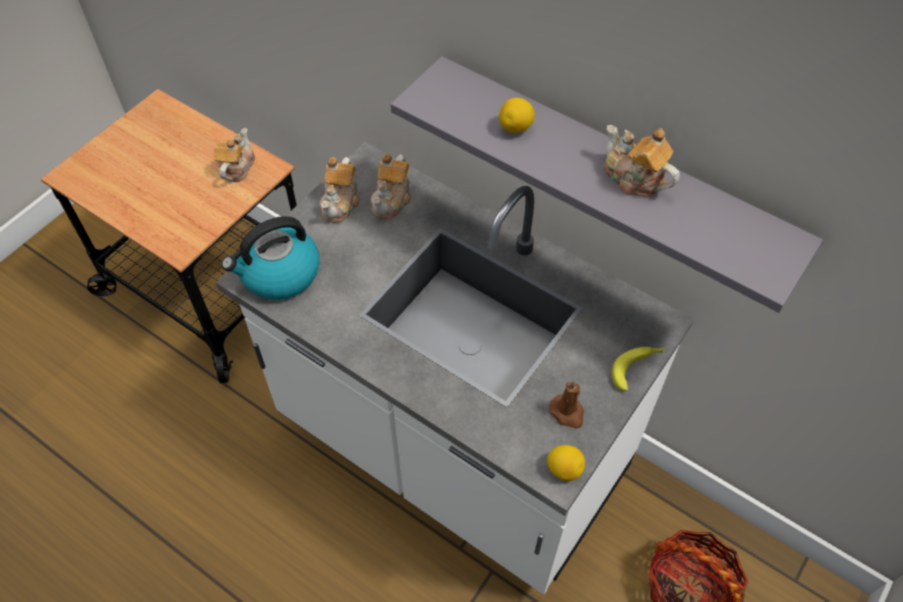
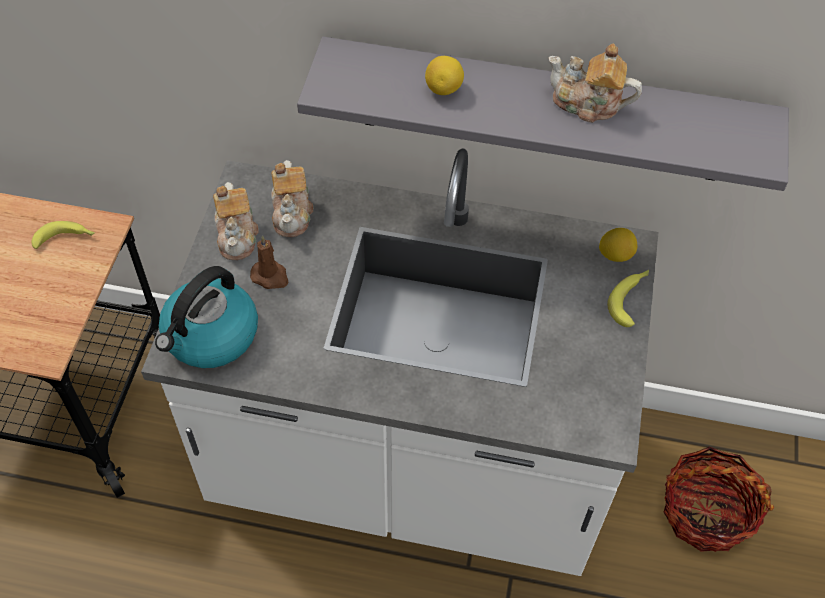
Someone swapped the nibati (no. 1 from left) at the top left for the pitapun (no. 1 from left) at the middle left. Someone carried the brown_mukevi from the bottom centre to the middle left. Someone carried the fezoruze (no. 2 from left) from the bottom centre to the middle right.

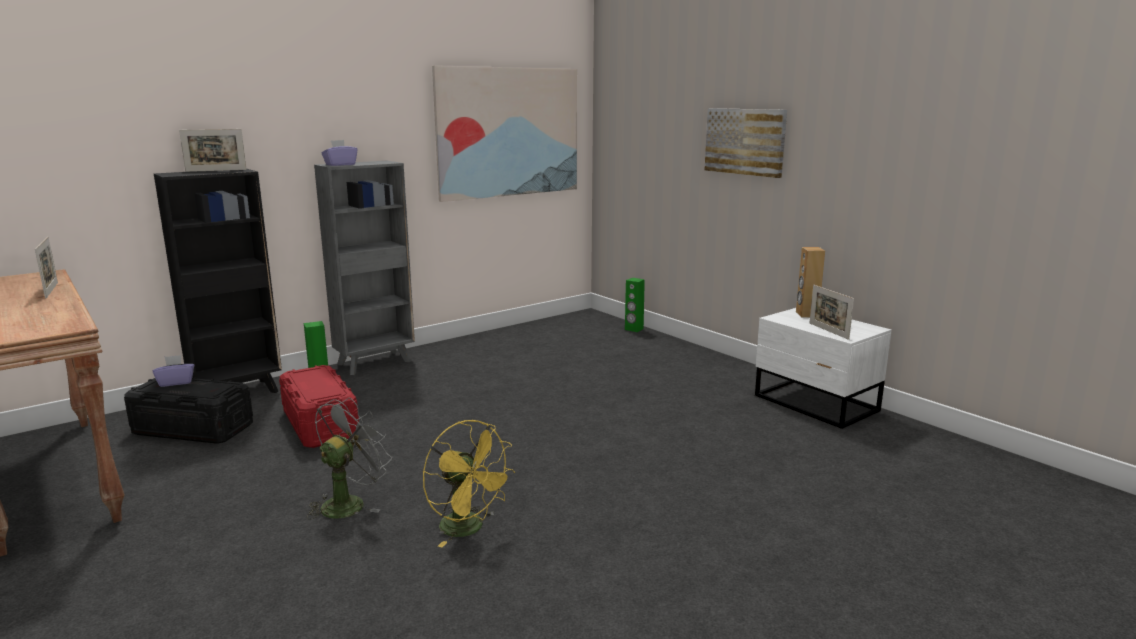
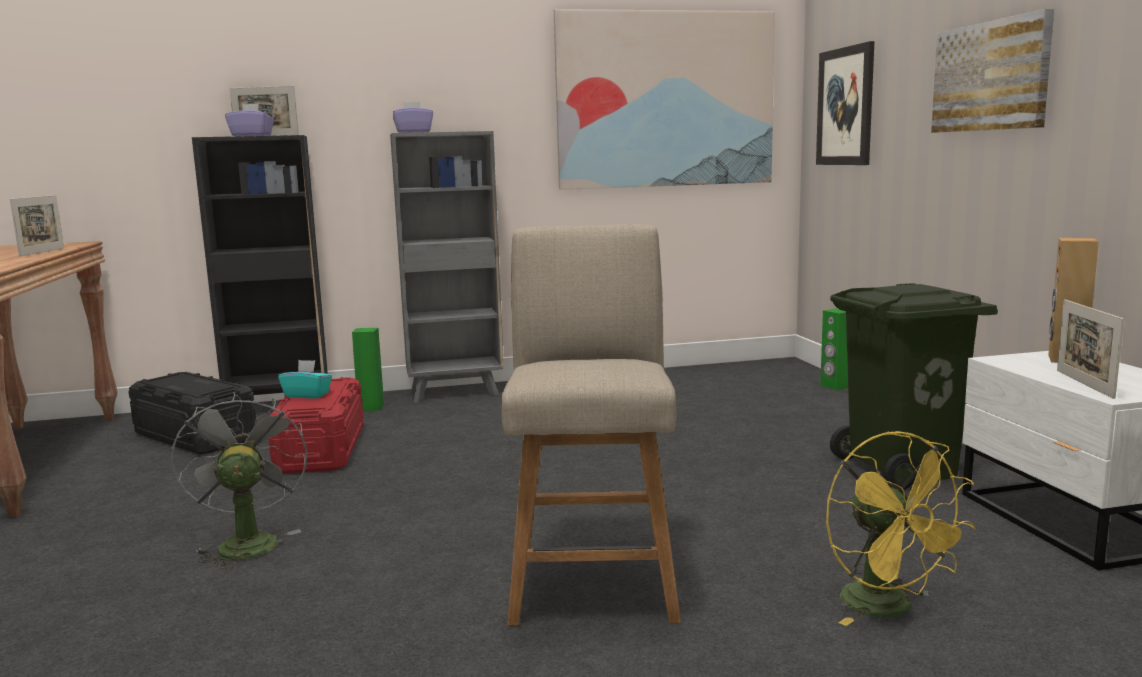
Someone rotated the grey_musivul at the bottom left by 75 degrees counterclockwise. Someone carried the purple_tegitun (no. 1 from left) from the middle left to the top left. Someone put down the turquoise_tegitun at the middle left. Someone put down the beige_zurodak at the centre. Someone put up the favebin (no. 2 from left) at the top right. Someone carried the yellow_musivul from the bottom centre to the bottom right. Someone put down the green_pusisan at the middle right.

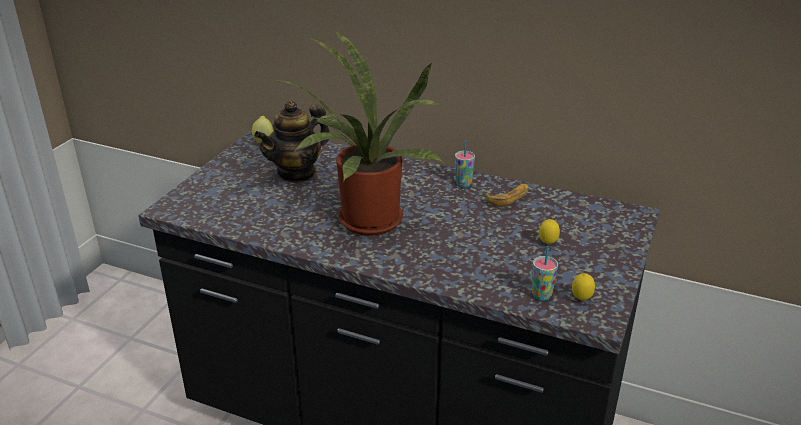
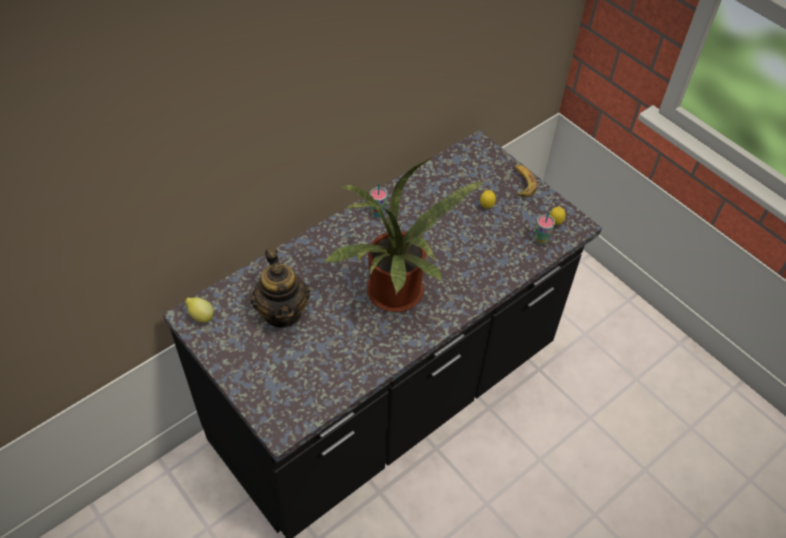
Someone carried the pitapun from the centre to the middle right.

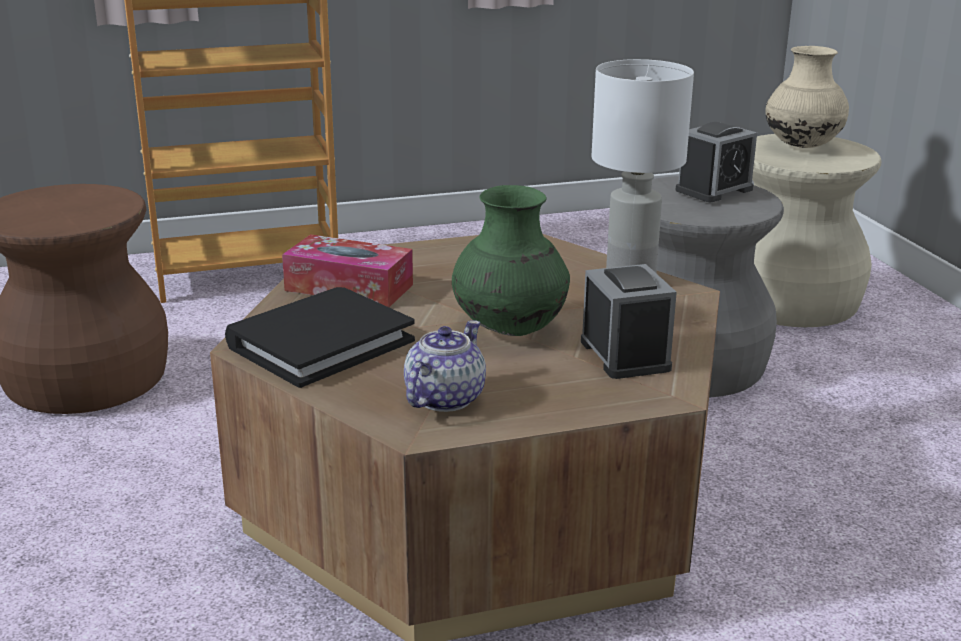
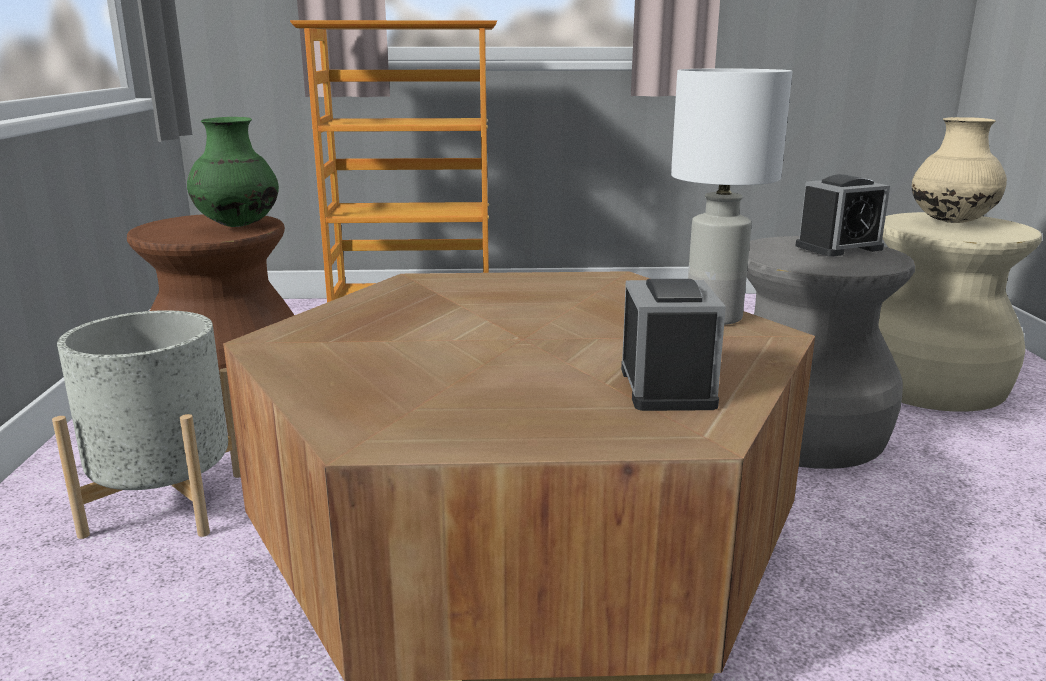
Someone put down the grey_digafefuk at the middle left. Someone carried the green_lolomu from the centre to the top left. Someone took away the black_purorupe at the middle left. Someone took away the tegitun at the centre. Someone took away the nibati at the centre.

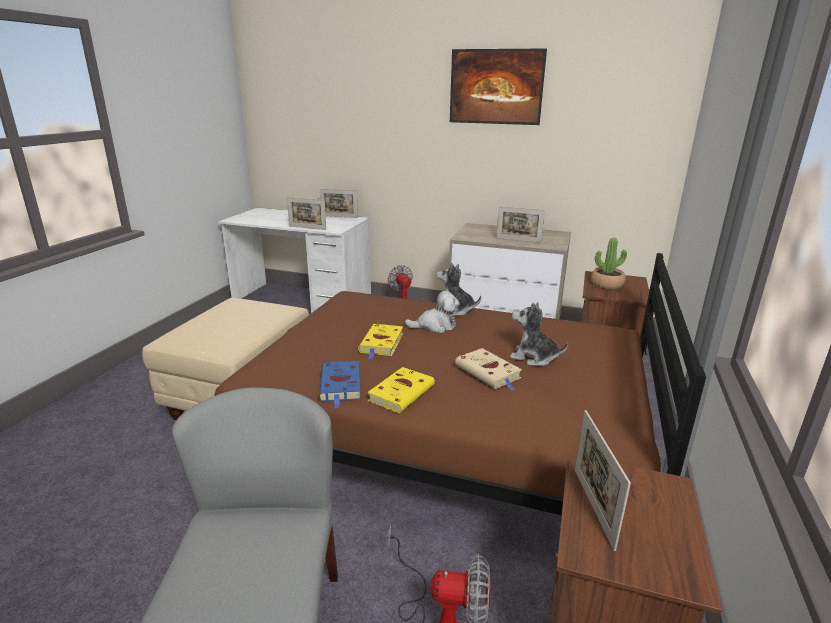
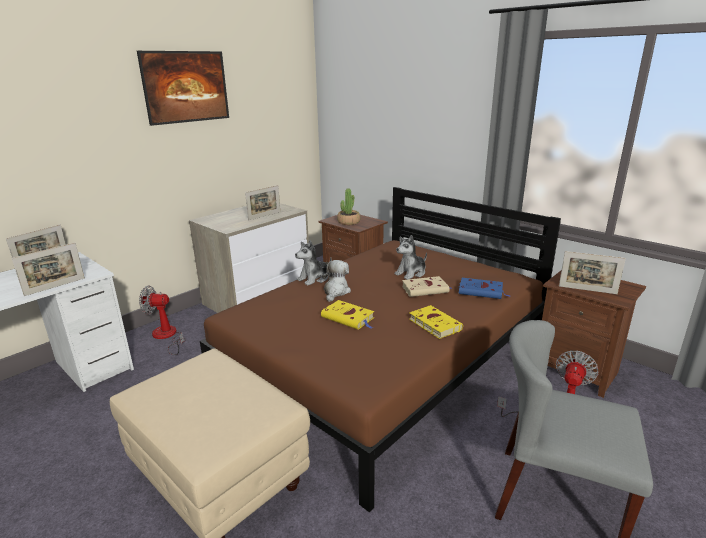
Someone carried the blue_purorupe from the centre to the middle right.

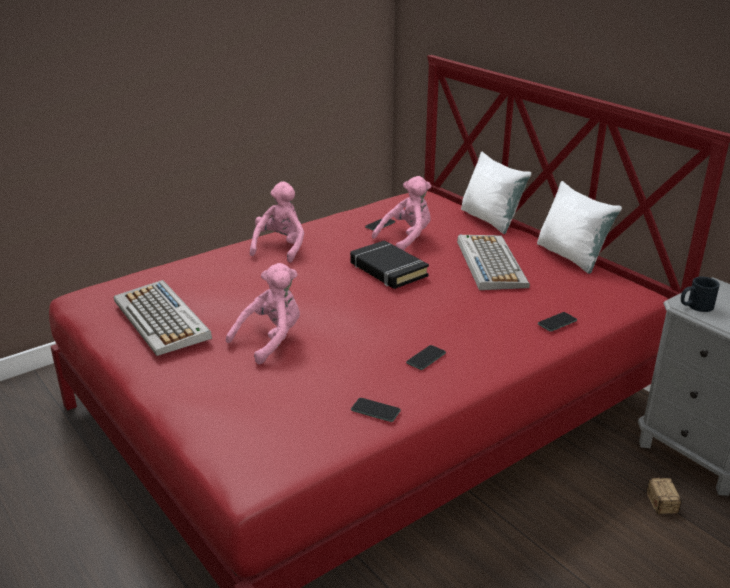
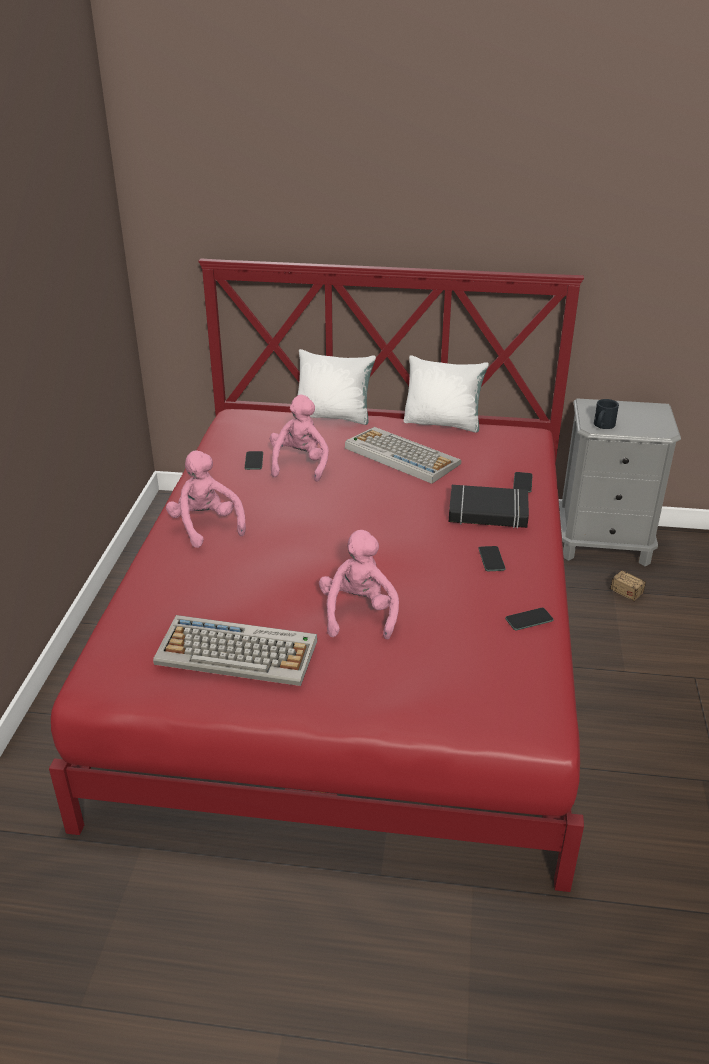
Someone carried the black_purorupe from the centre to the middle right.

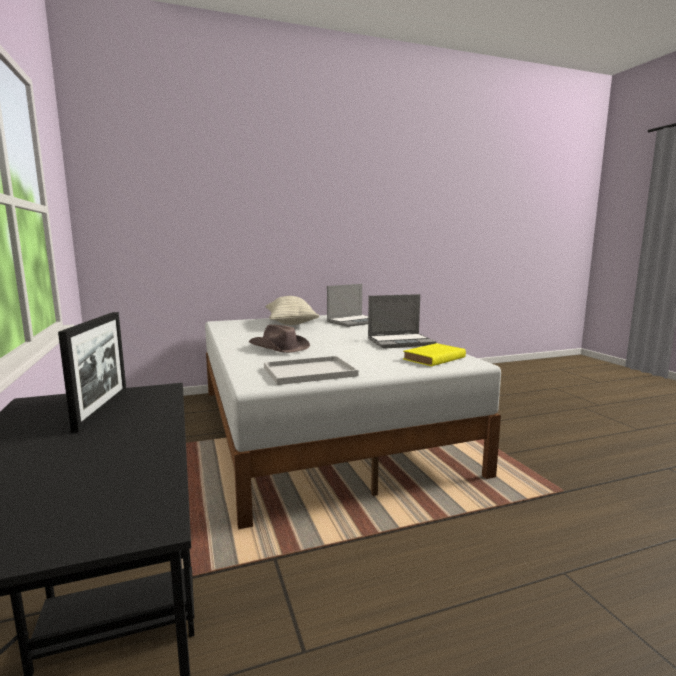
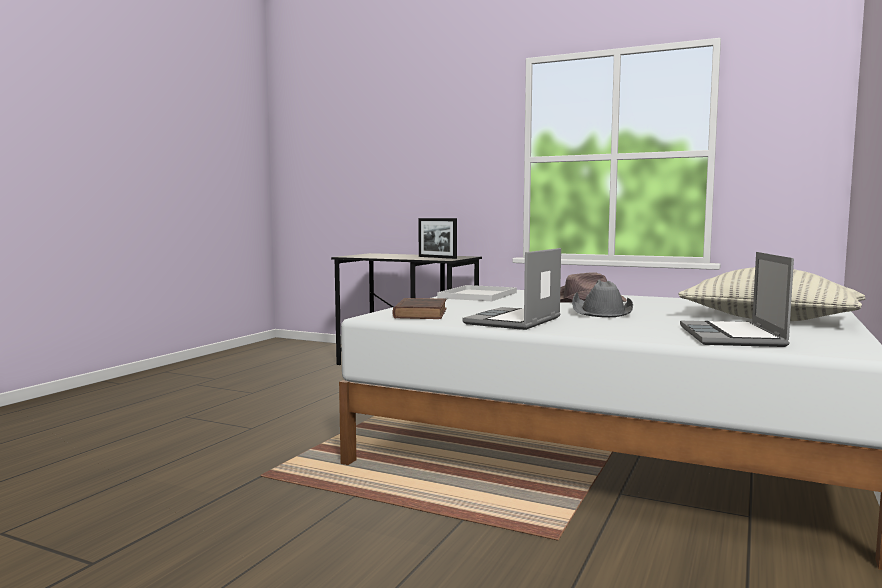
Someone repainted the yellow_purorupe at the centre, which became the brown_purorupe at the centre. Someone put down the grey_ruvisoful at the middle right.

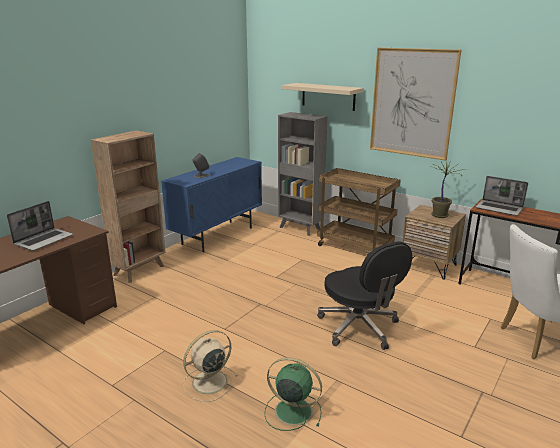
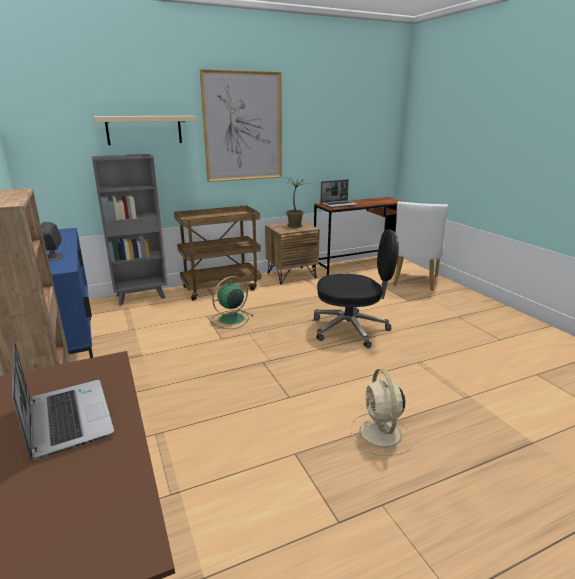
Someone carried the green_musivul from the bottom centre to the centre.

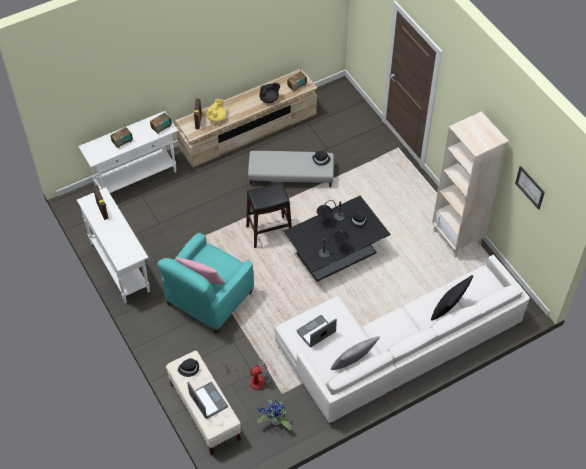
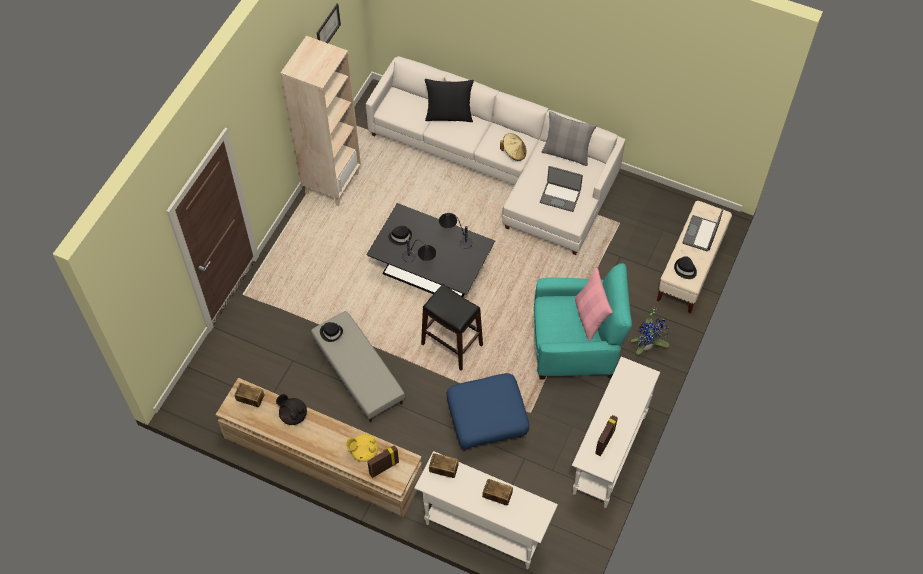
Someone put down the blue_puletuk at the bottom centre. Someone put down the beige_ruvisoful at the top centre. Someone carried the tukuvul from the bottom centre to the middle right. Someone took away the musivul at the bottom centre.

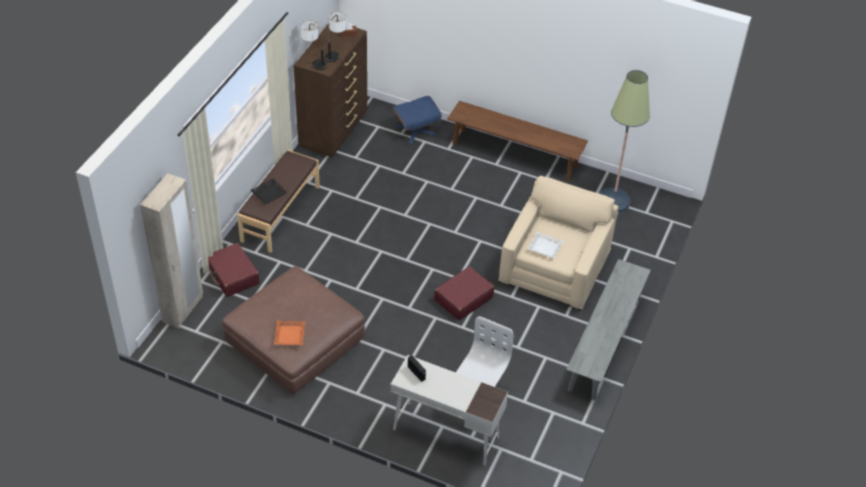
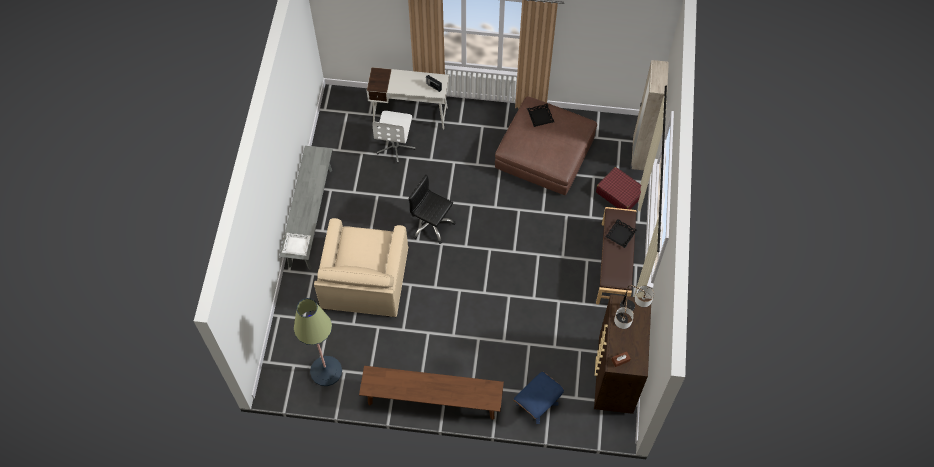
Someone carried the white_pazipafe from the centre to the middle left. Someone swapped the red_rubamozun (no. 2 from left) at the centre for the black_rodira at the centre. Someone repainted the orange_pazipafe at the bottom centre, which became the black_pazipafe (no. 1 from left) at the top centre.

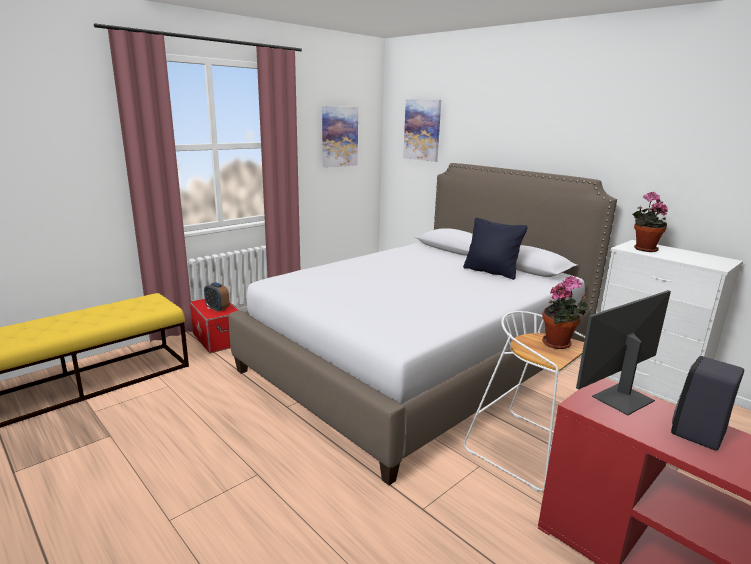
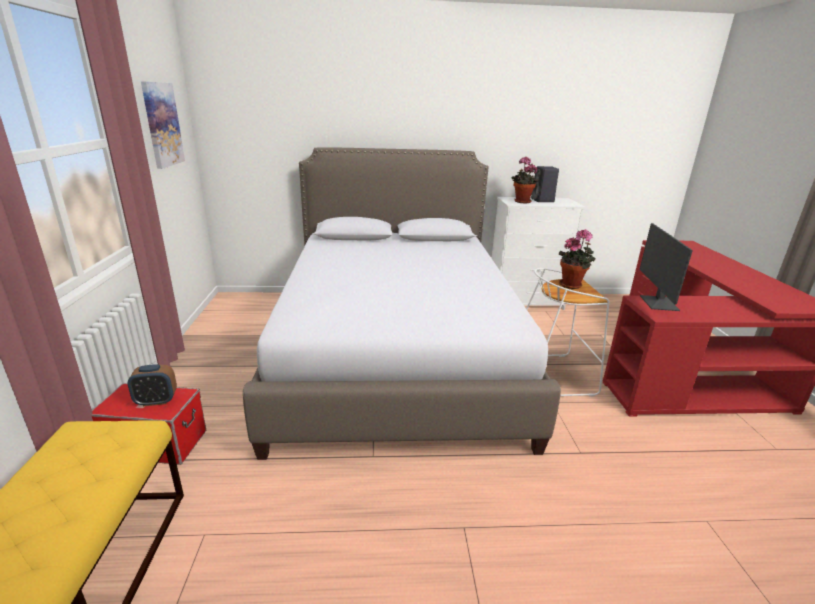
Someone carried the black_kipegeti from the bottom right to the top right. Someone took away the favebin (no. 2 from left) at the top centre. Someone took away the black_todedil at the centre.

